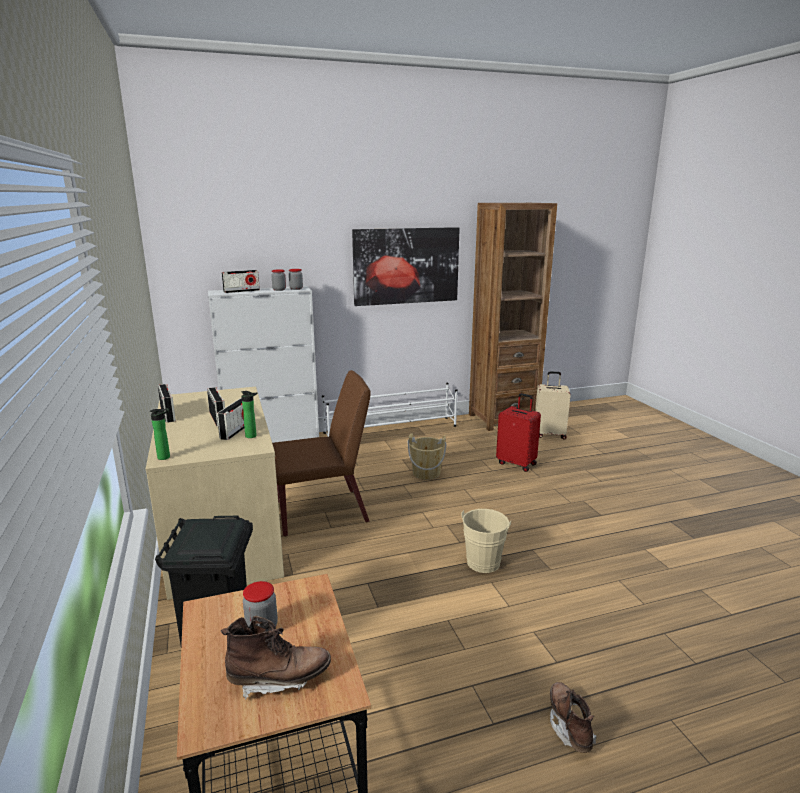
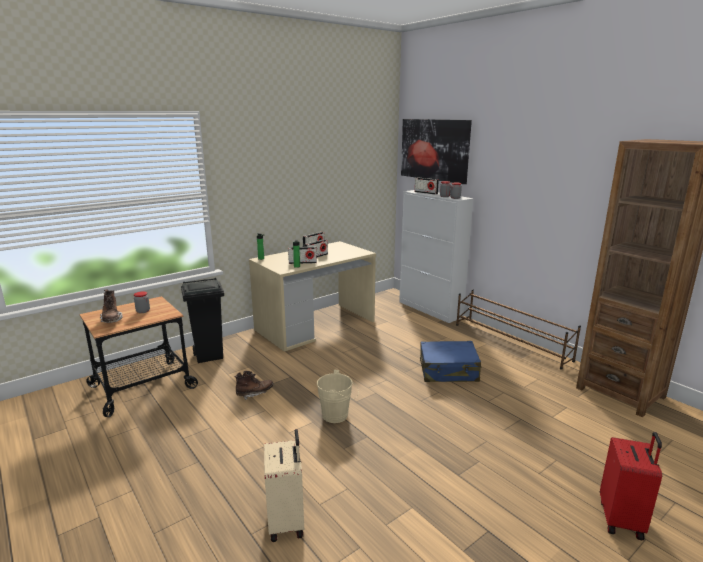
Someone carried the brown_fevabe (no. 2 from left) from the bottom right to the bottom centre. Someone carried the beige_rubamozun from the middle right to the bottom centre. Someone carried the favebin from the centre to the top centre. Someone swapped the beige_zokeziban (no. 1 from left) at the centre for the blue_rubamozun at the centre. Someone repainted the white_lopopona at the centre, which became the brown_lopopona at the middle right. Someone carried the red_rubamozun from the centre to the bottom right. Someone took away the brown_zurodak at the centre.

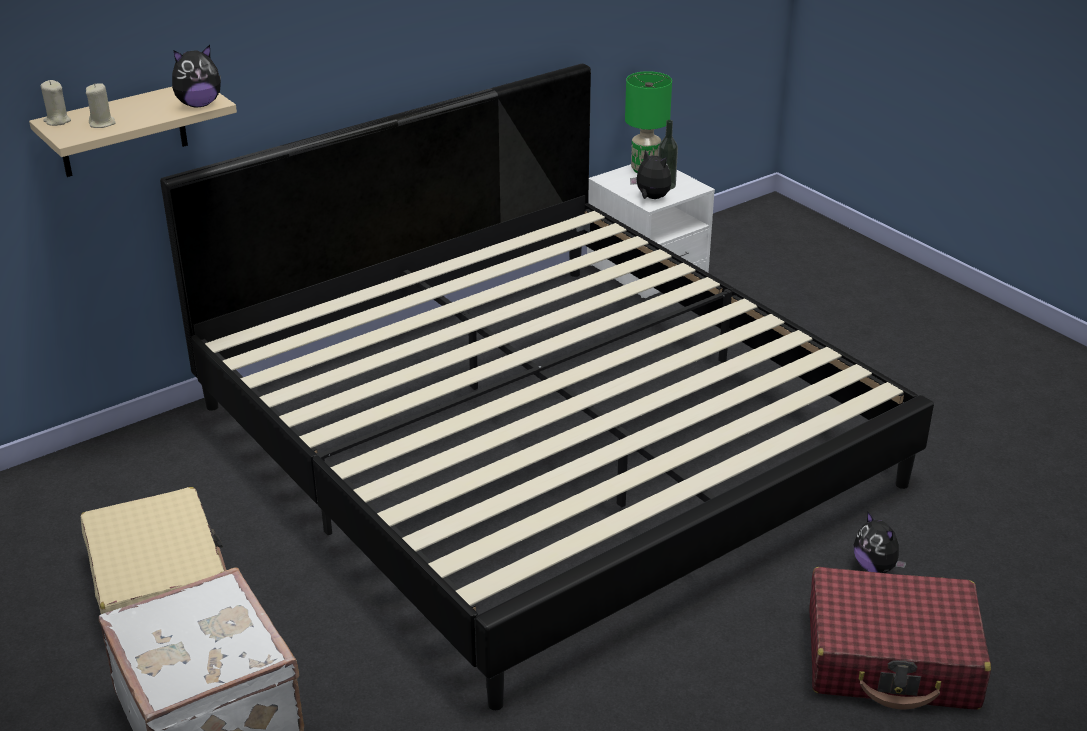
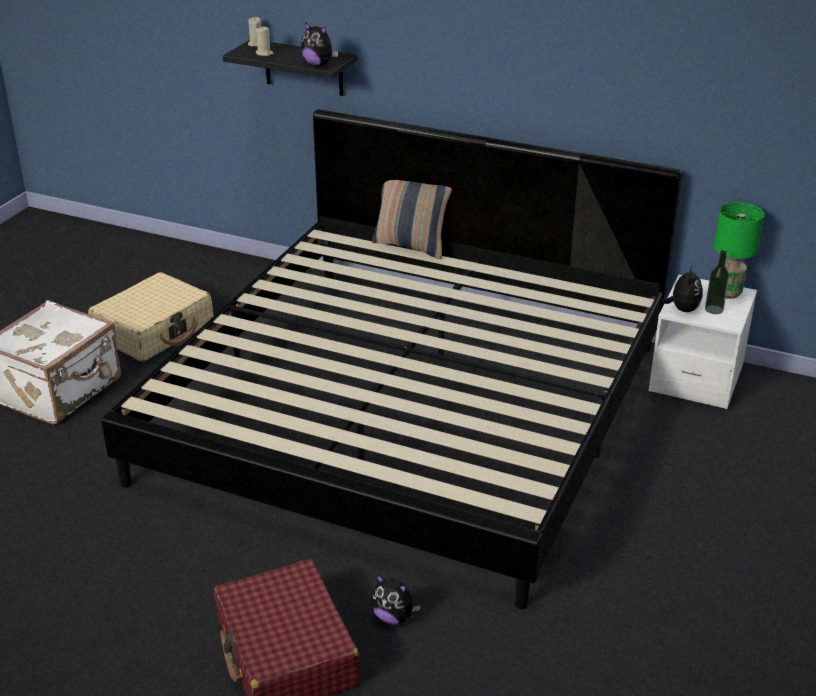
Someone repainted the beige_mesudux at the top left, which became the black_mesudux at the top centre. Someone rotated the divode (no. 3 from left in the first image) at the bottom right by 90 degrees counterclockwise. Someone put down the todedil at the top centre.

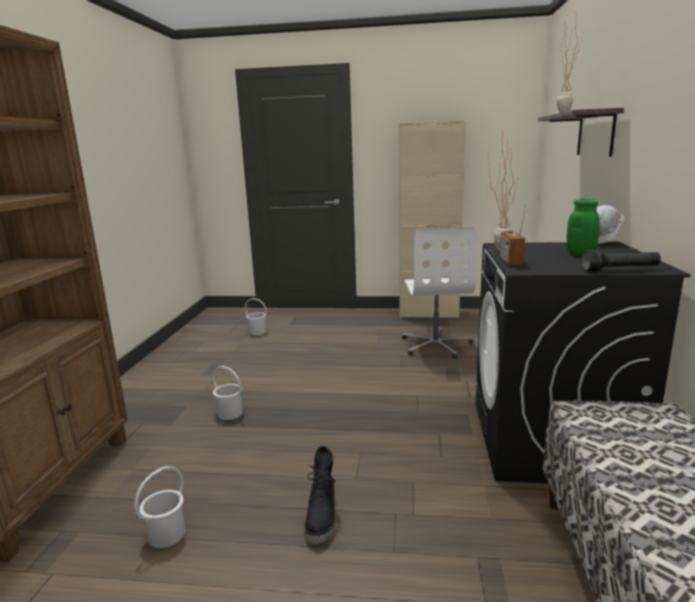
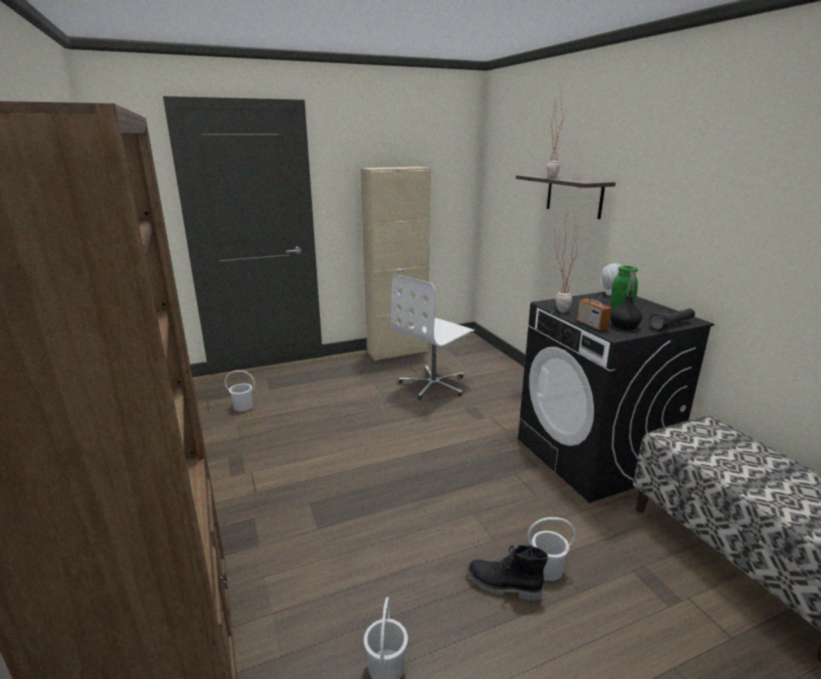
Someone rotated the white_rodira at the centre by 75 degrees clockwise. Someone rotated the black_fevabe at the bottom centre by 135 degrees clockwise. Someone carried the white_zokeziban (no. 2 from left in the first image) from the middle left to the bottom right. Someone put down the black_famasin at the middle right.

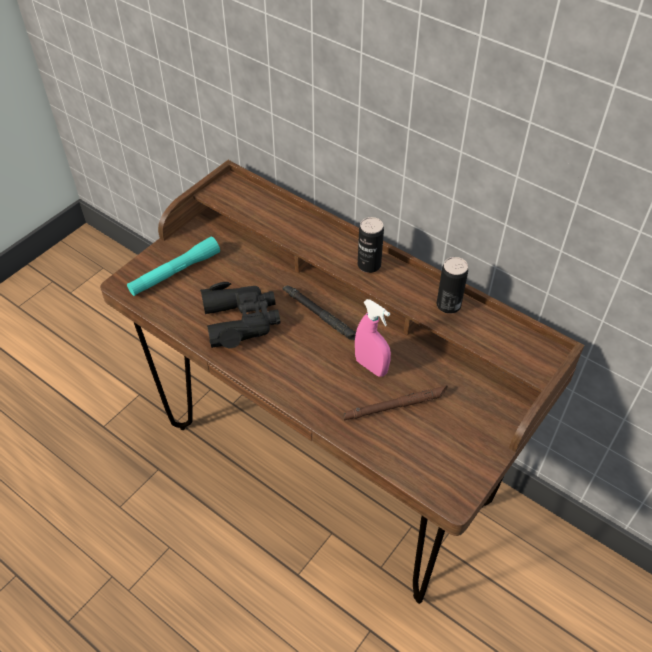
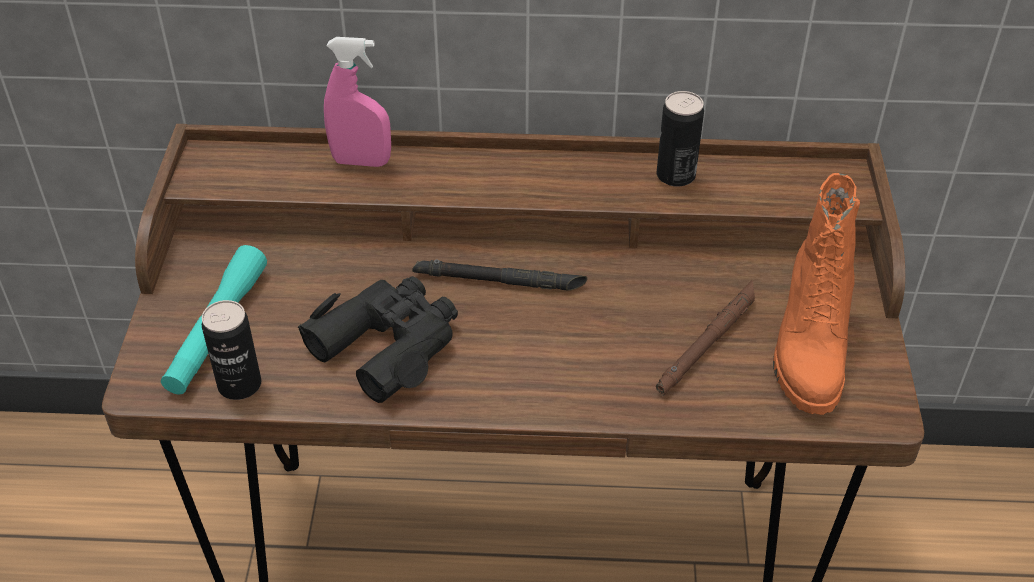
Someone carried the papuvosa (no. 1 from left) from the centre to the middle left. Someone carried the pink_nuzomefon from the centre to the top centre. Someone put down the orange_fevabe at the middle right.

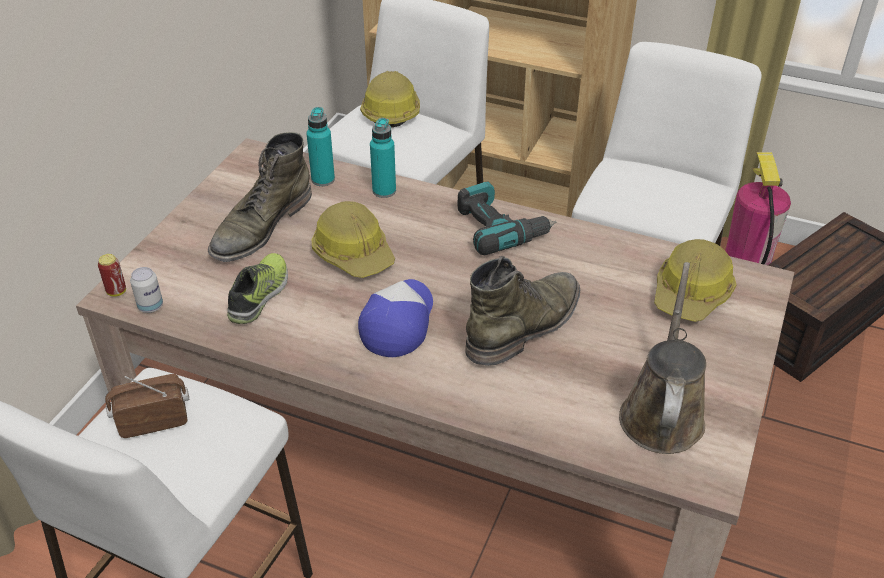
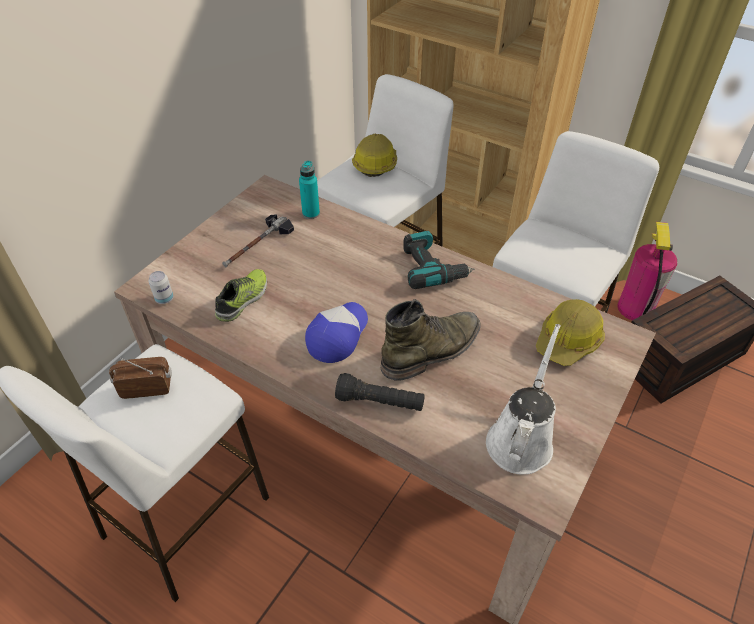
Someone swapped the green_fevabe (no. 1 from left) at the middle left for the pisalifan at the centre. Someone put down the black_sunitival at the centre. Someone repainted the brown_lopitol at the middle right, which became the white_lopitol at the middle right. Someone took away the papuvosa (no. 1 from left) at the middle left. Someone took away the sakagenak (no. 1 from left) at the centre. Someone took away the turquoise_famasin (no. 2 from left) at the top centre.

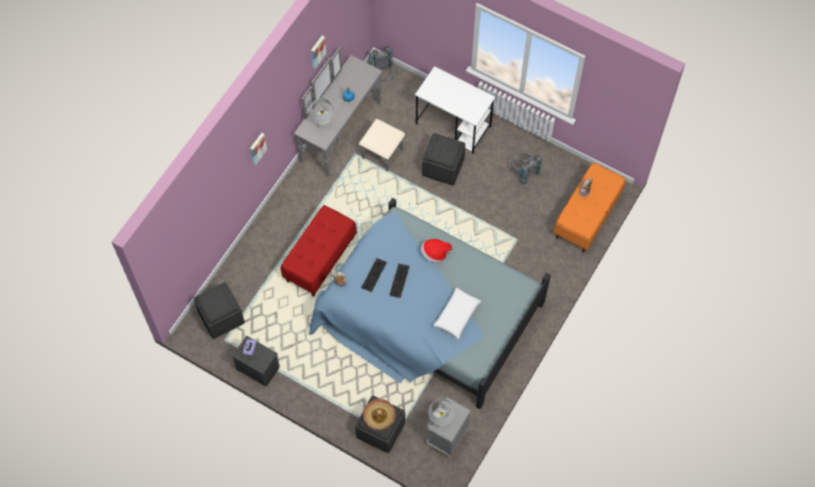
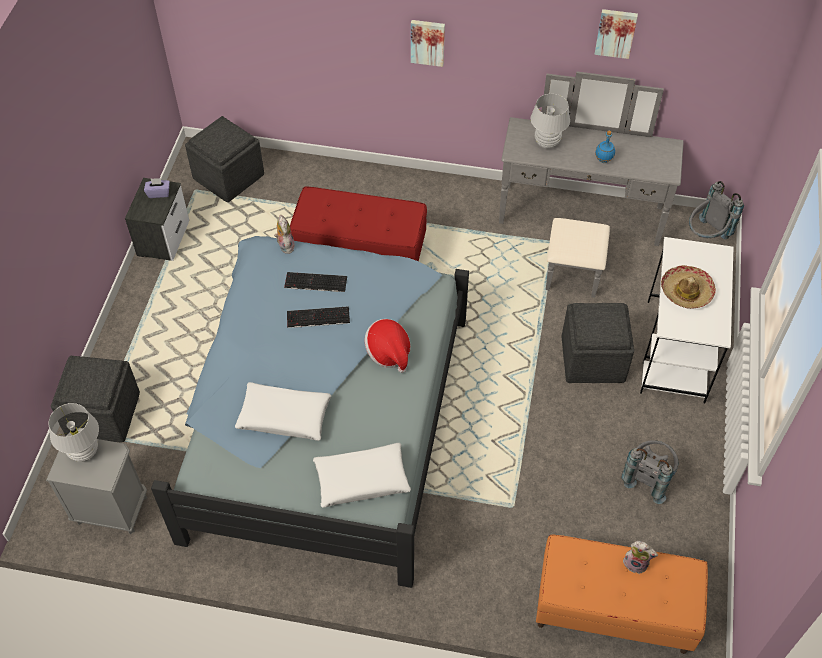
Someone put down the white_todedil (no. 2 from left) at the bottom centre. Someone carried the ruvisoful (no. 1 from left in the first image) from the bottom centre to the middle right.

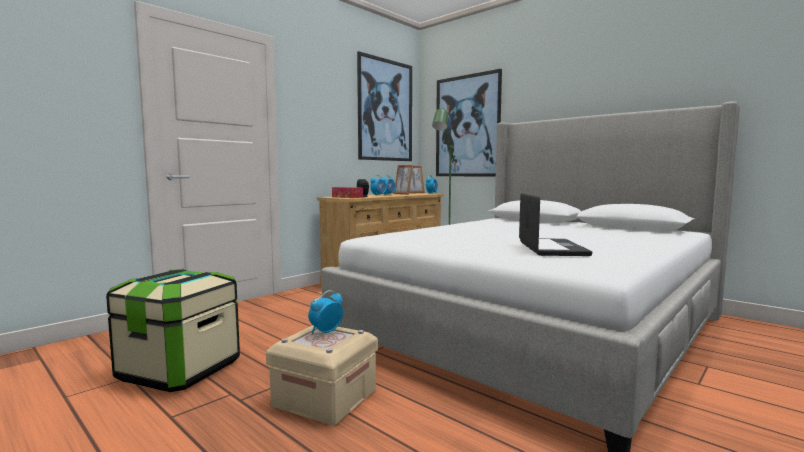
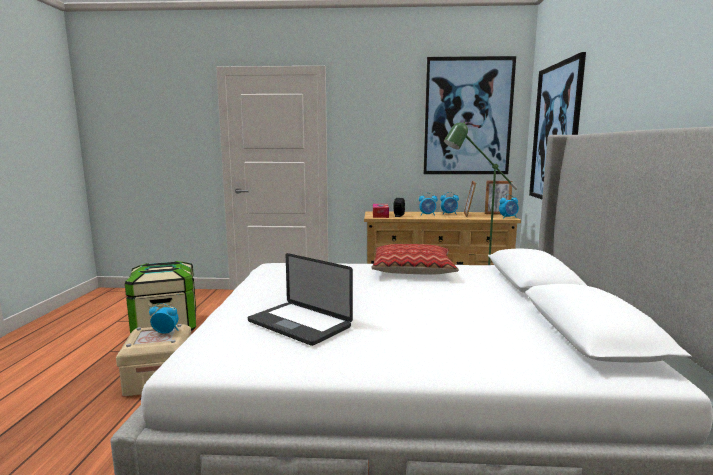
Someone rotated the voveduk at the middle right by 75 degrees clockwise. Someone put down the todedil at the centre.

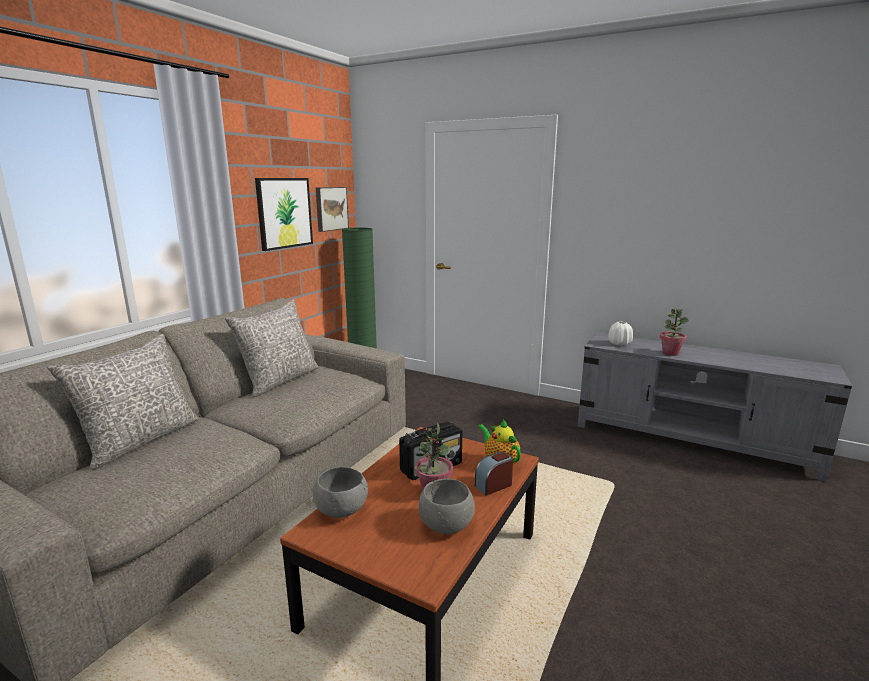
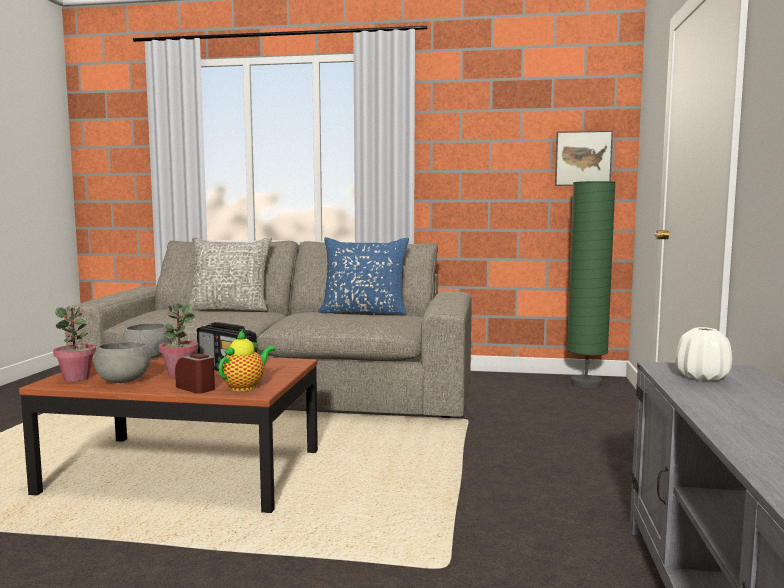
Someone carried the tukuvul (no. 2 from left in the first image) from the middle right to the middle left. Someone repainted the grey_todedil (no. 2 from left) at the middle left, which became the blue_todedil at the centre. Someone took away the favebin (no. 1 from left) at the top left.

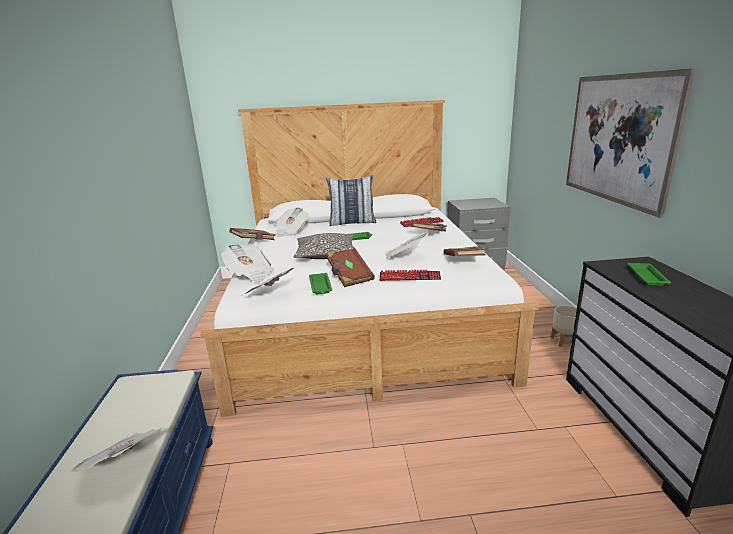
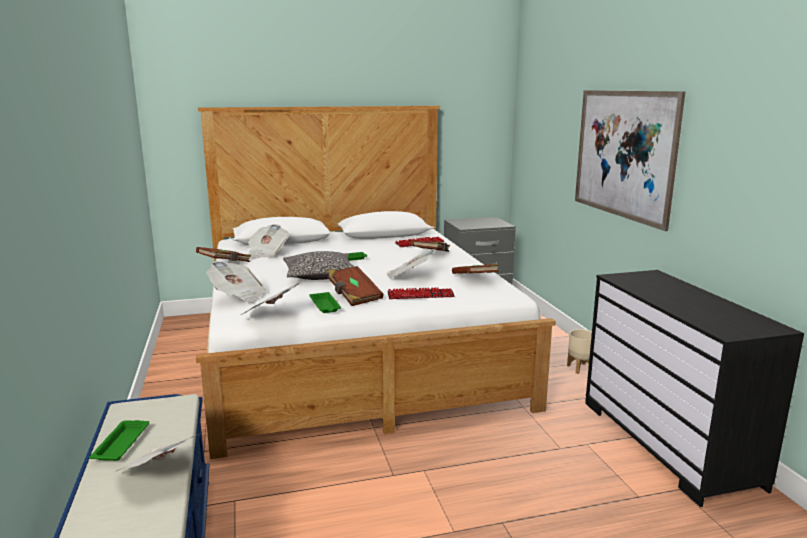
Someone carried the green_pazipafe (no. 3 from left in the first image) from the middle right to the bottom left. Someone took away the todedil (no. 2 from left) at the centre.

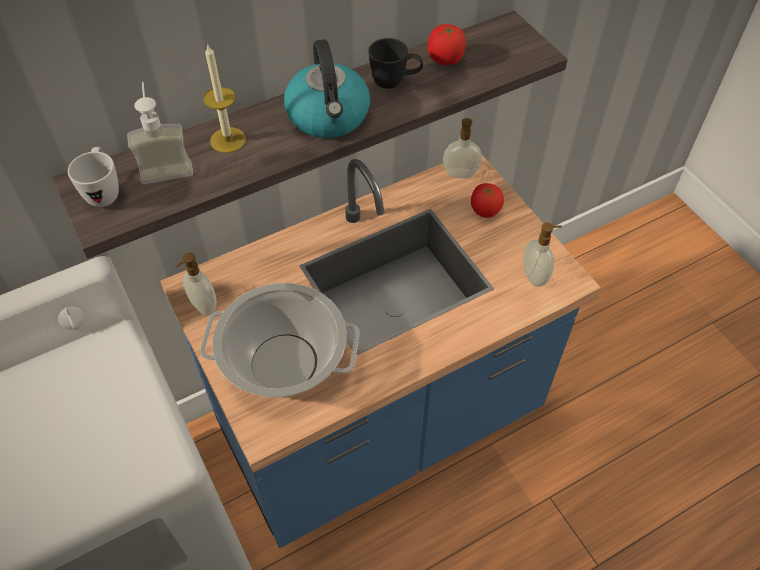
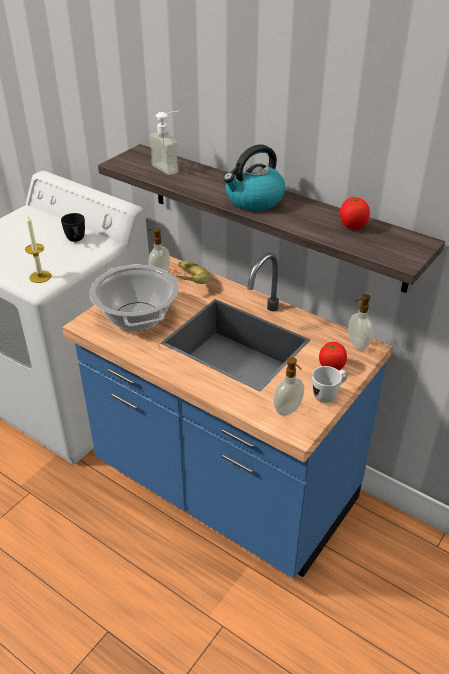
Someone carried the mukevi from the top left to the middle left. Someone carried the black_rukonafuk from the top centre to the middle left. Someone put down the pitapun at the centre. Someone carried the white_rukonafuk from the top left to the middle right.

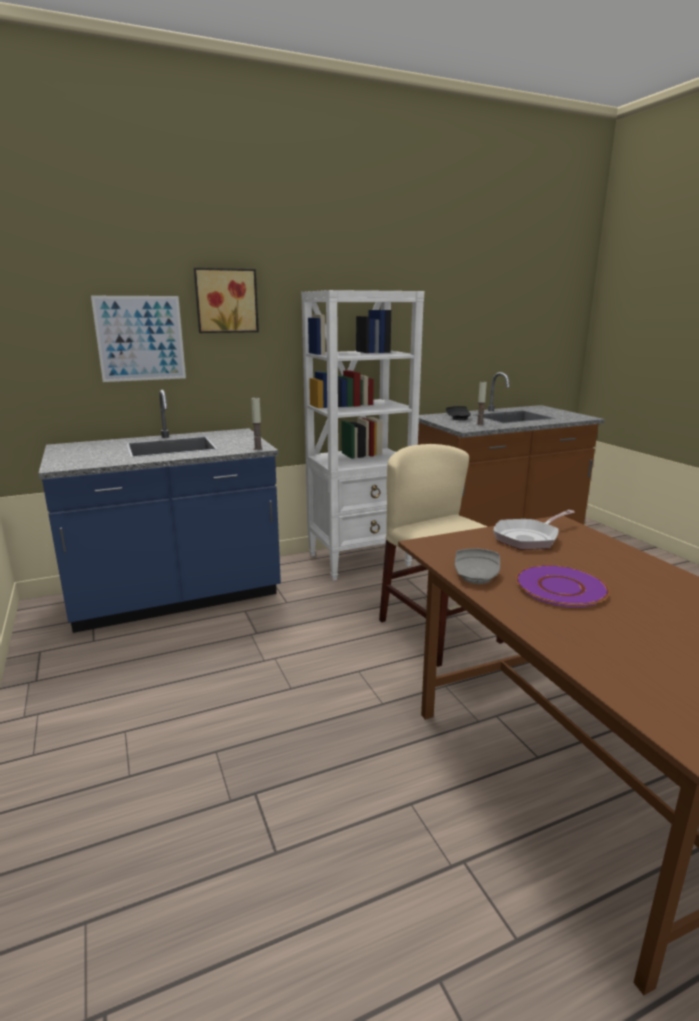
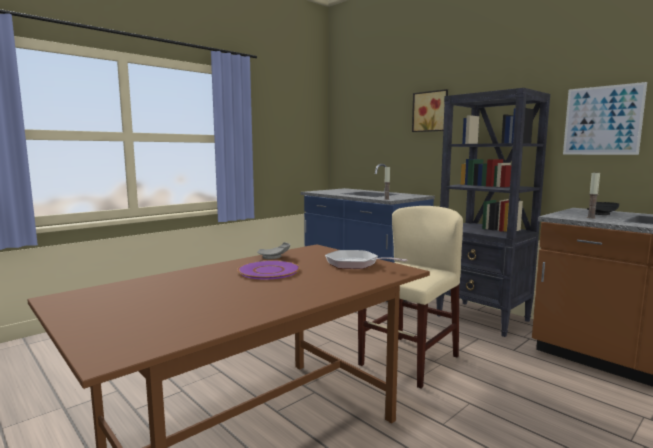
Someone repainted the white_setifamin at the centre, which became the black_setifamin at the middle right. Someone carried the favebin (no. 1 from left in the first image) from the top left to the top right.

